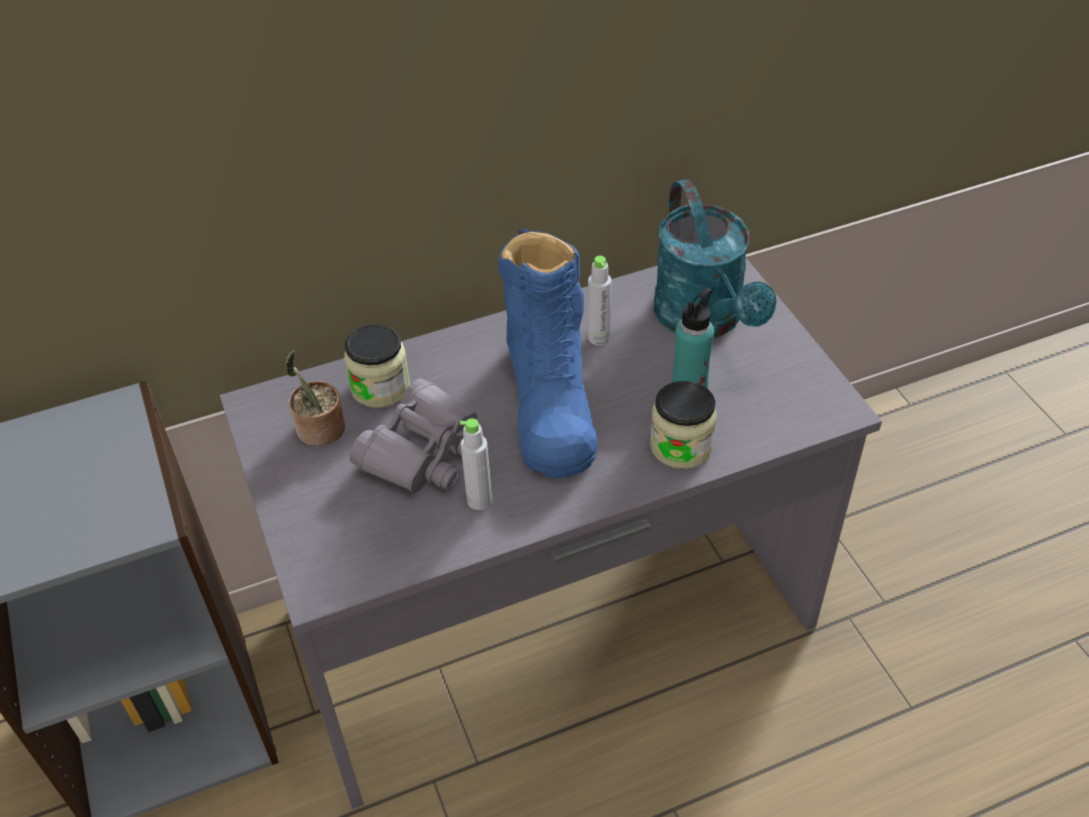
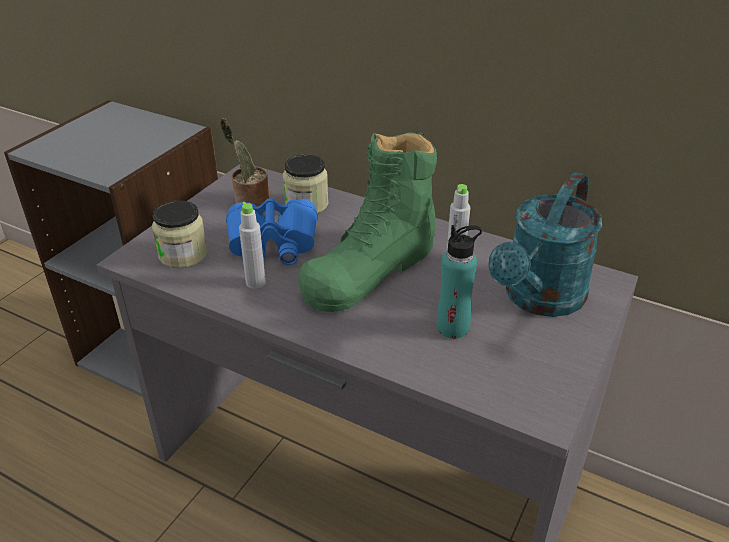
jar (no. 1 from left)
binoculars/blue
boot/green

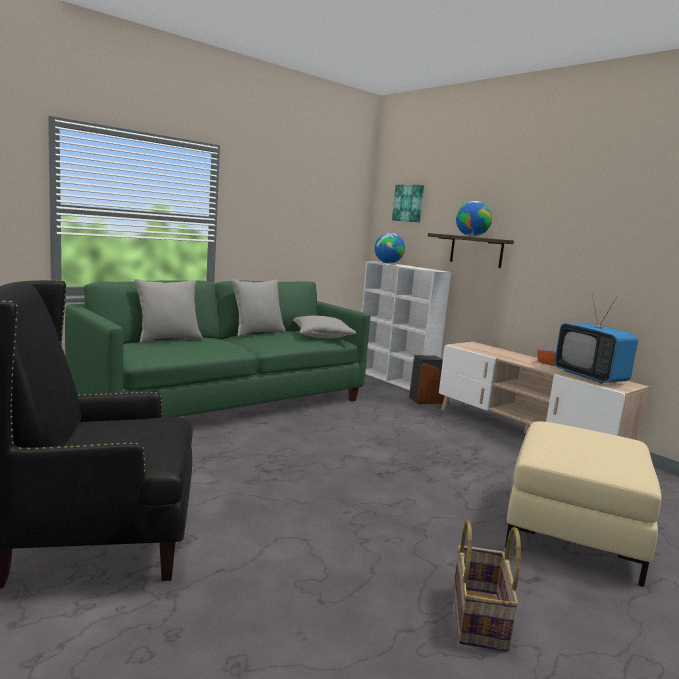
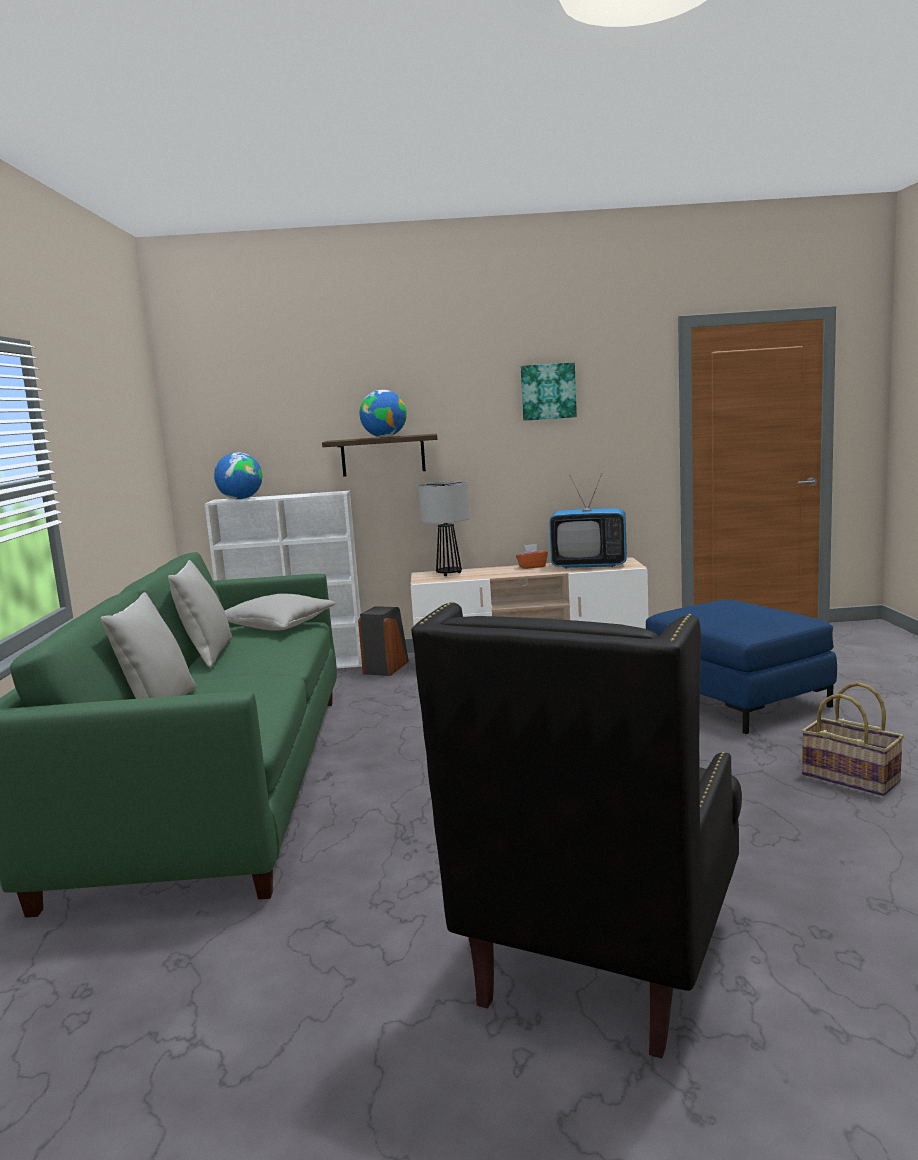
table lamp
picture
ottoman/blue

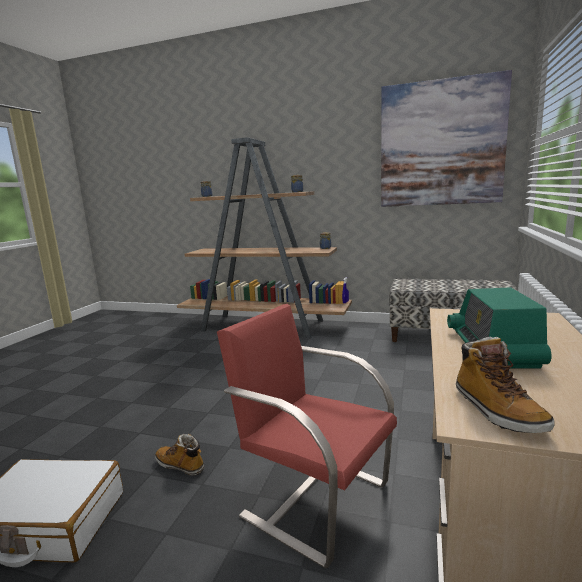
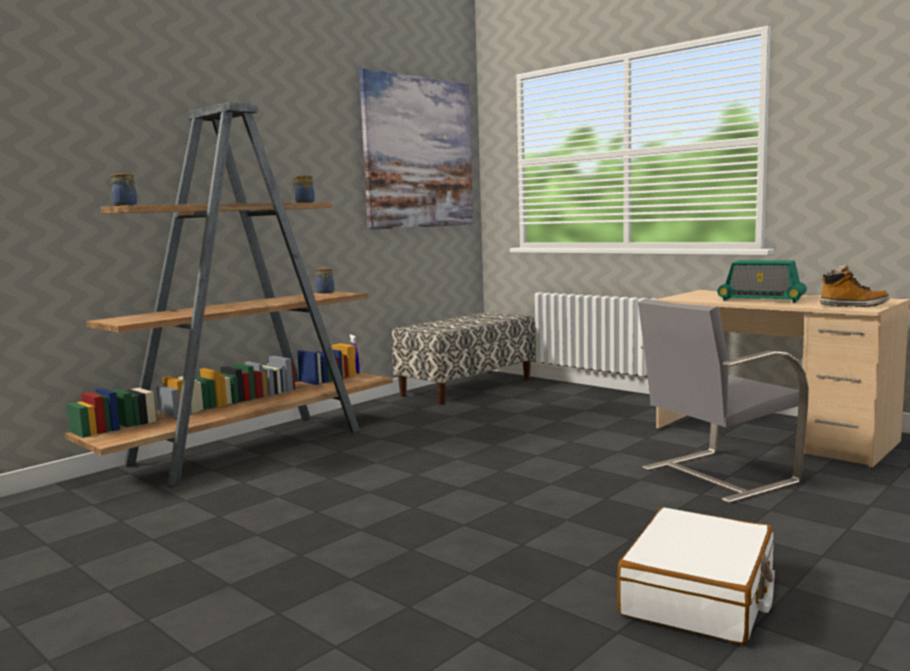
boot (no. 1 from left in the first image)
chair/grey

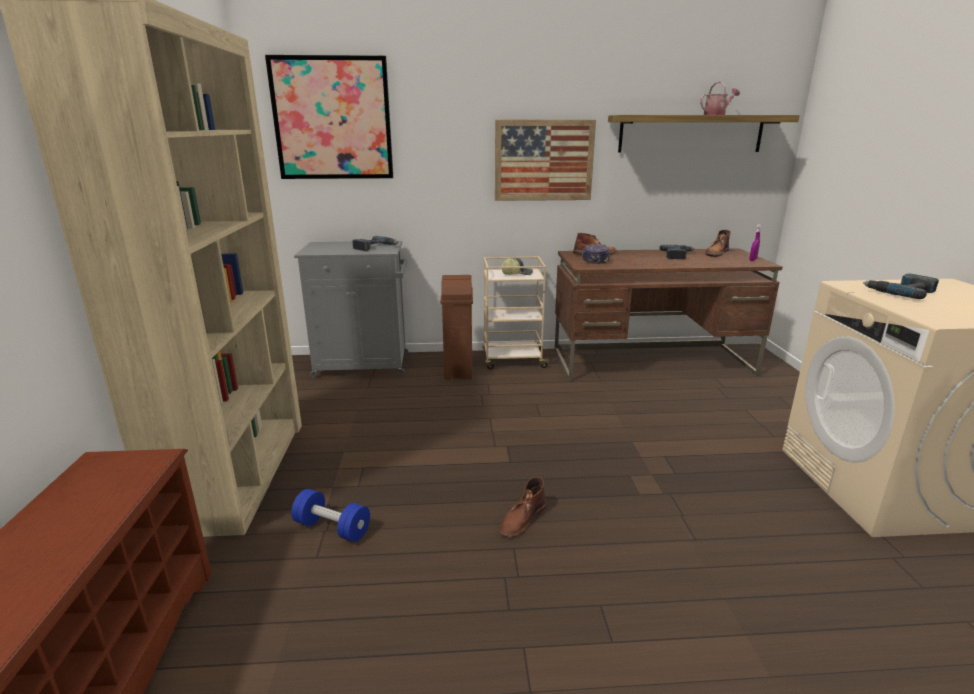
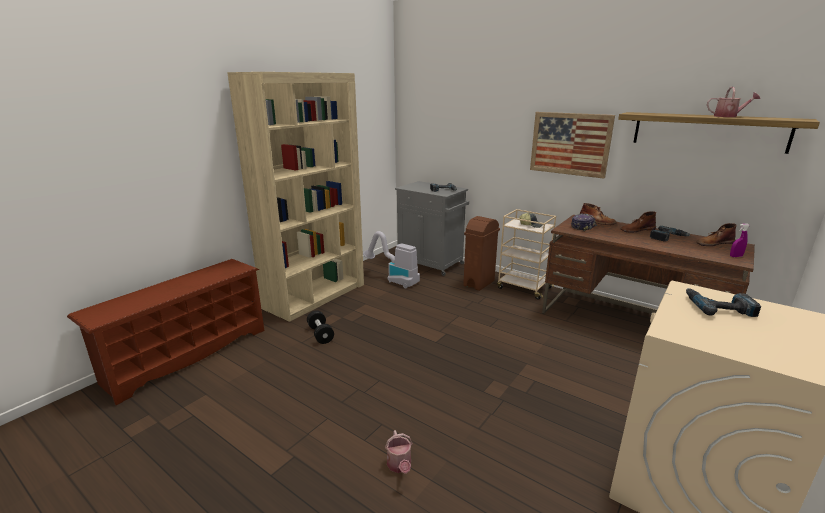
picture (no. 1 from left in the first image)
vacuum cleaner
watering can (no. 1 from left)
boot/brown (no. 2 from left)
dumbbell/black

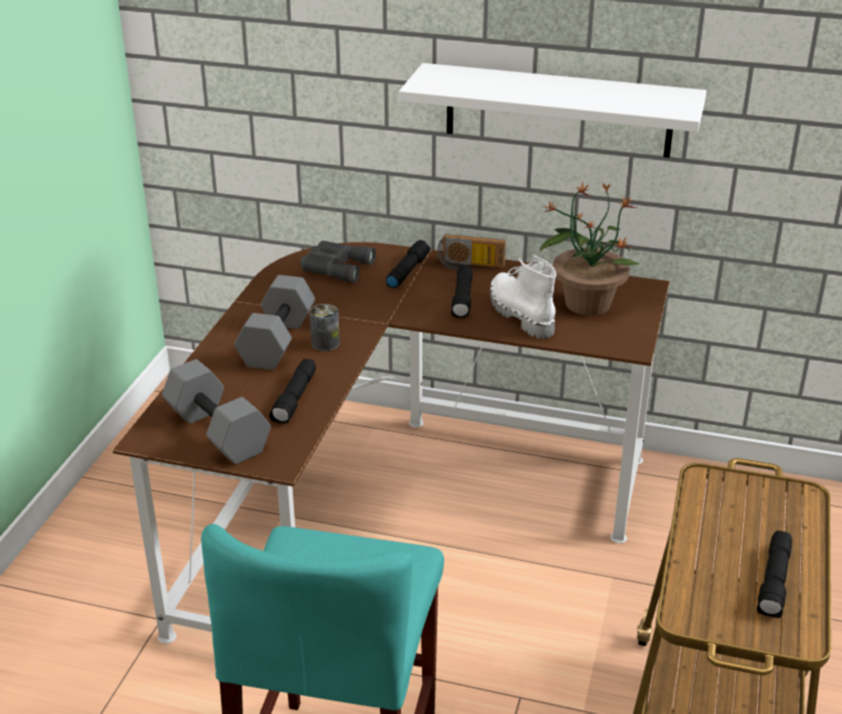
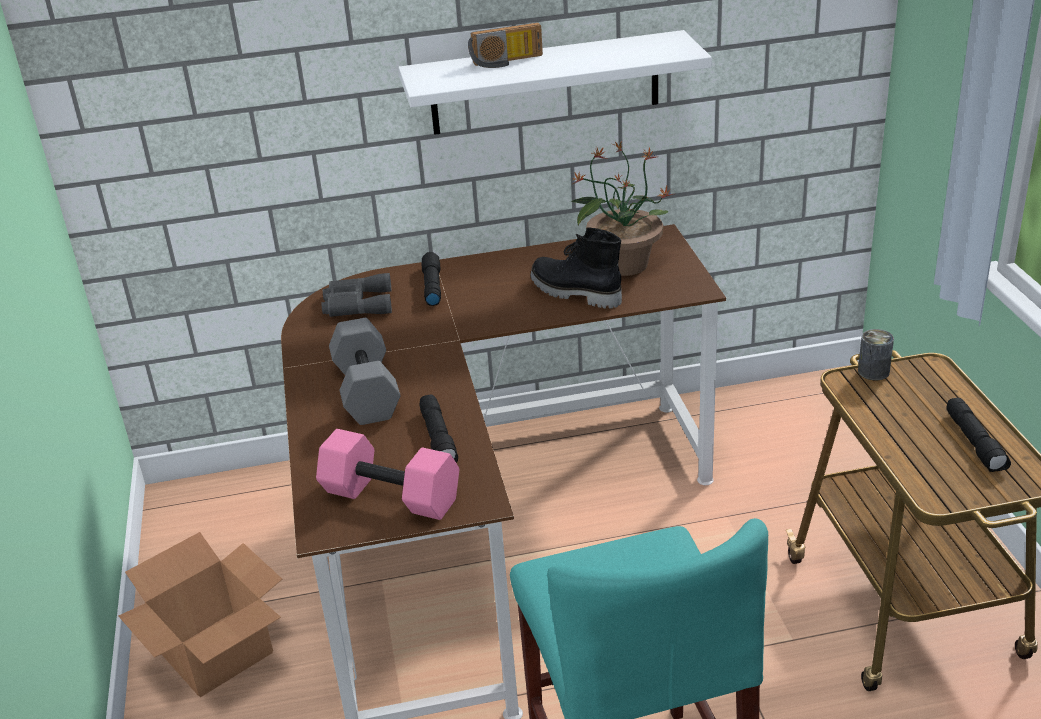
flashlight/black (no. 3 from left in the first image)
cardboard box
can
radio
dumbbell/pink
boot/black

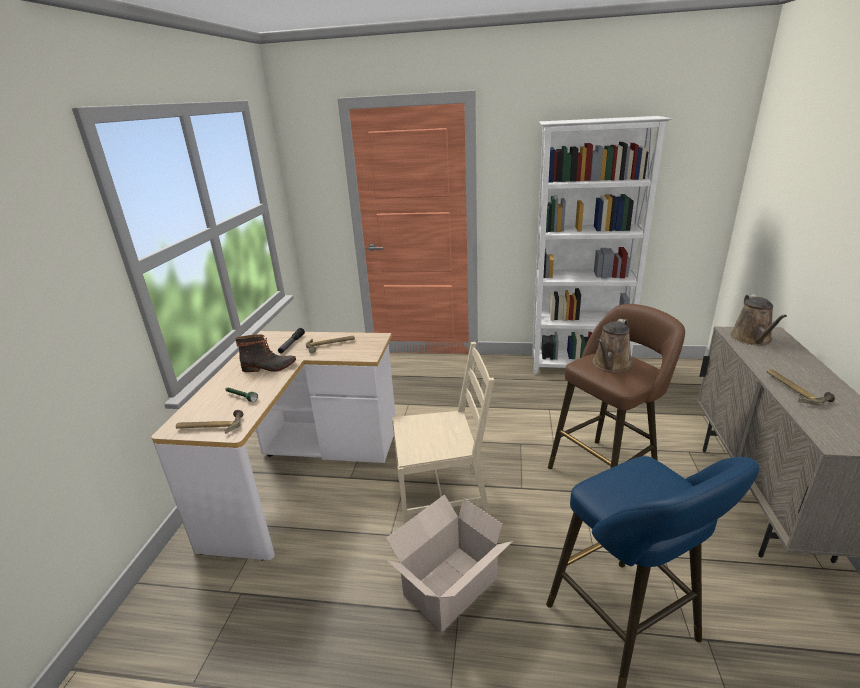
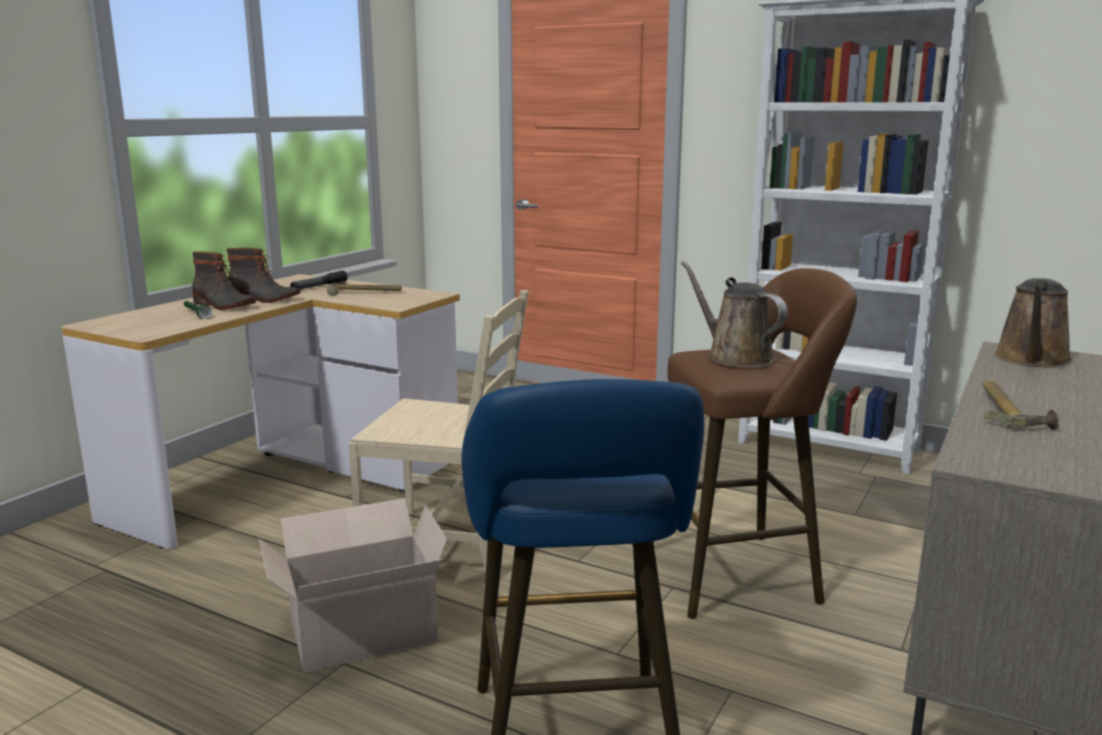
hammer (no. 1 from left in the first image)
boot (no. 1 from left)
watering can/brown (no. 1 from left)

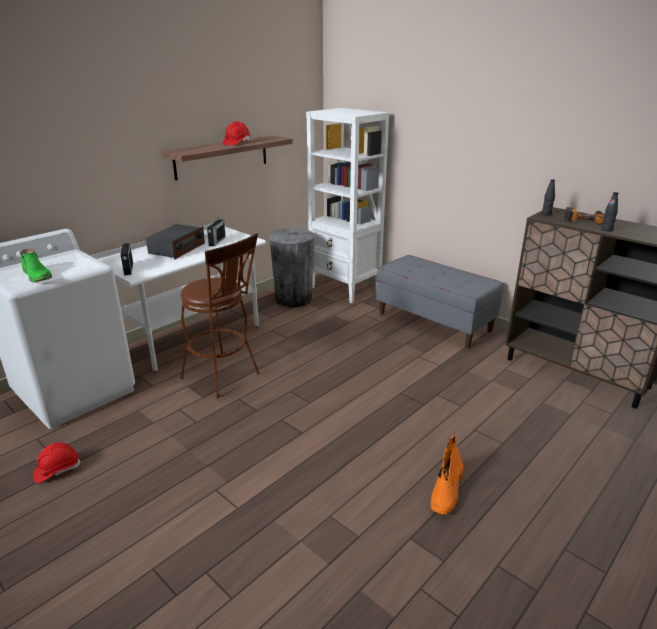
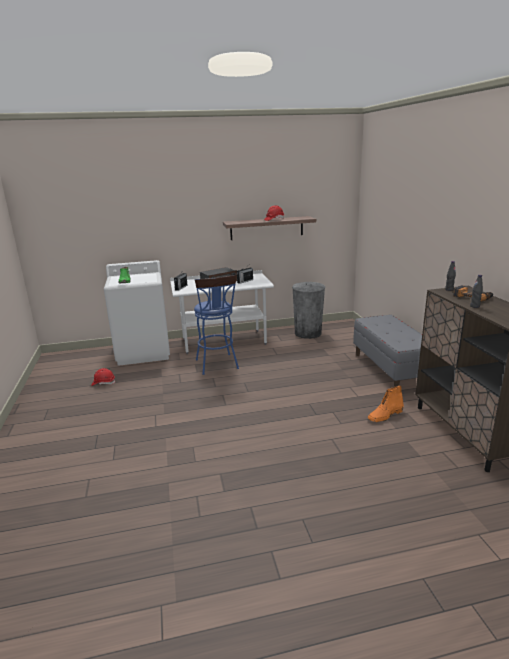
bookcase/white
boot/orange
stool/blue

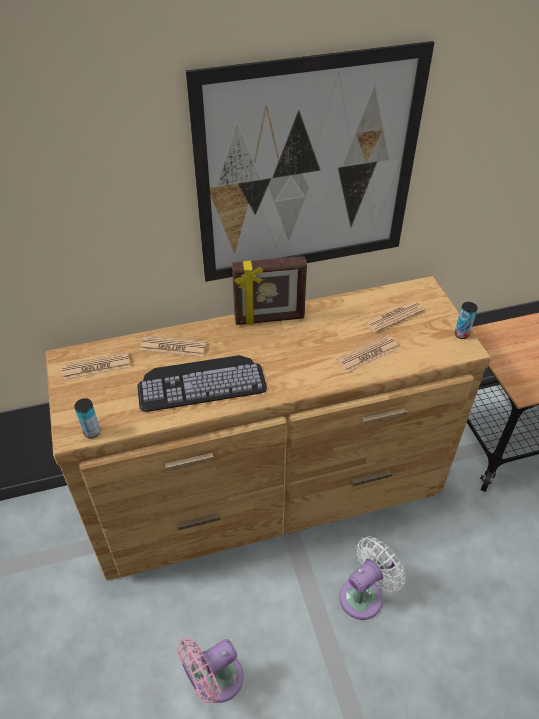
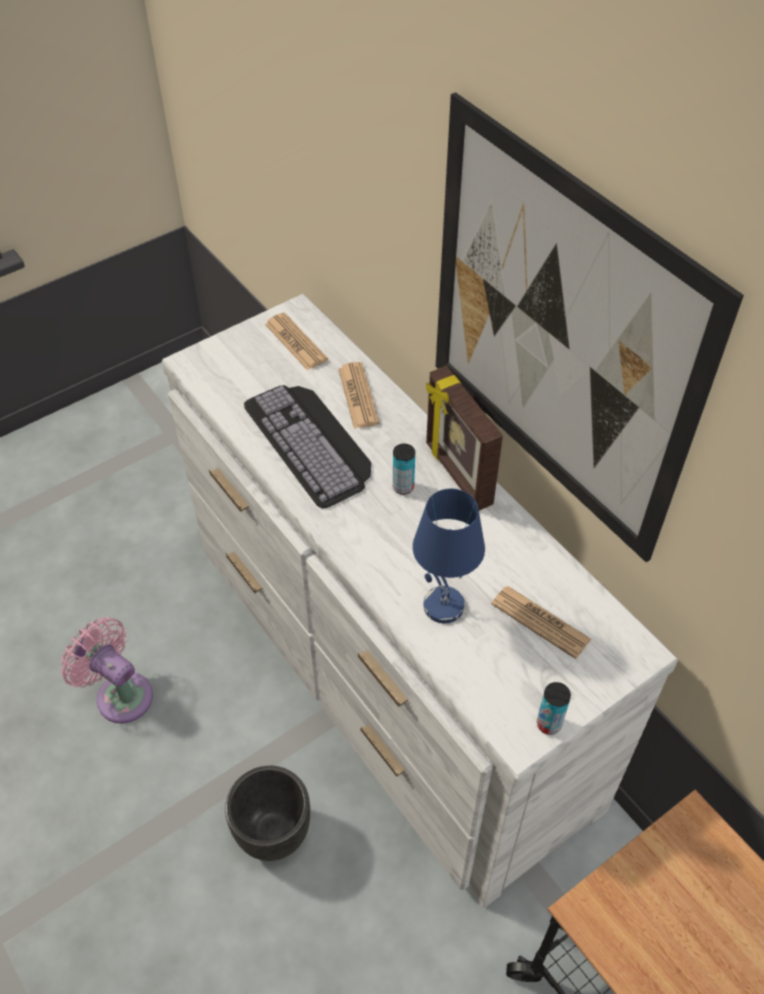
can (no. 1 from left)
table lamp/blue
planter/black
dresser/white

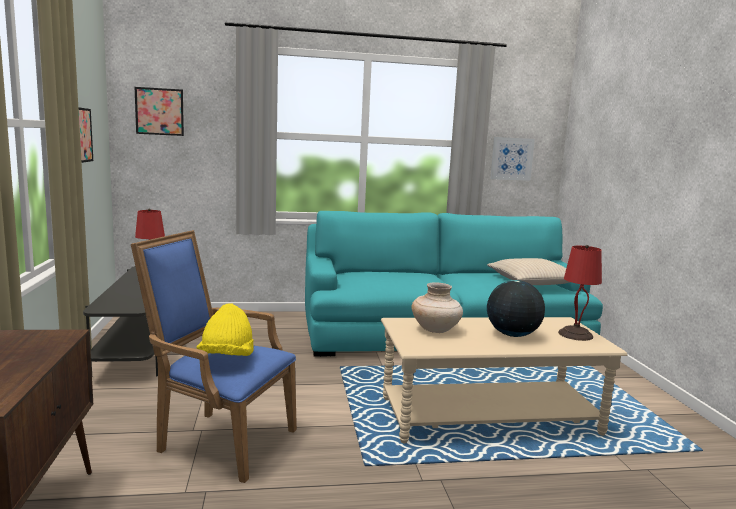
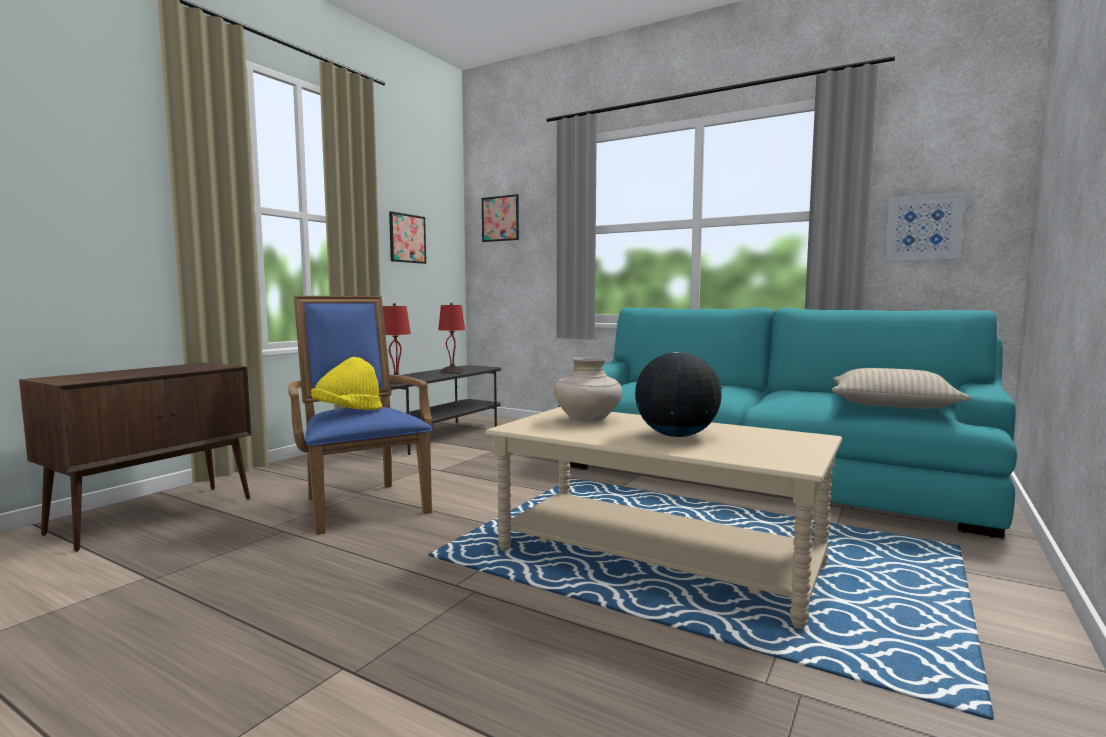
table lamp/red (no. 1 from left)

